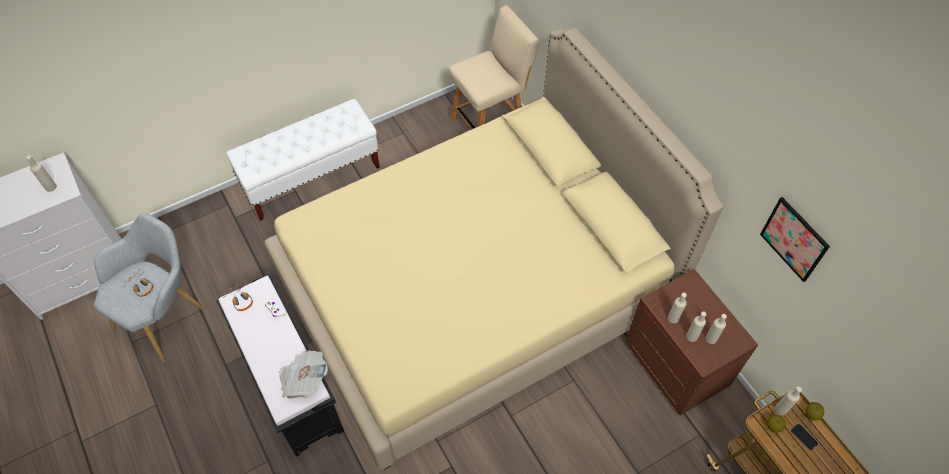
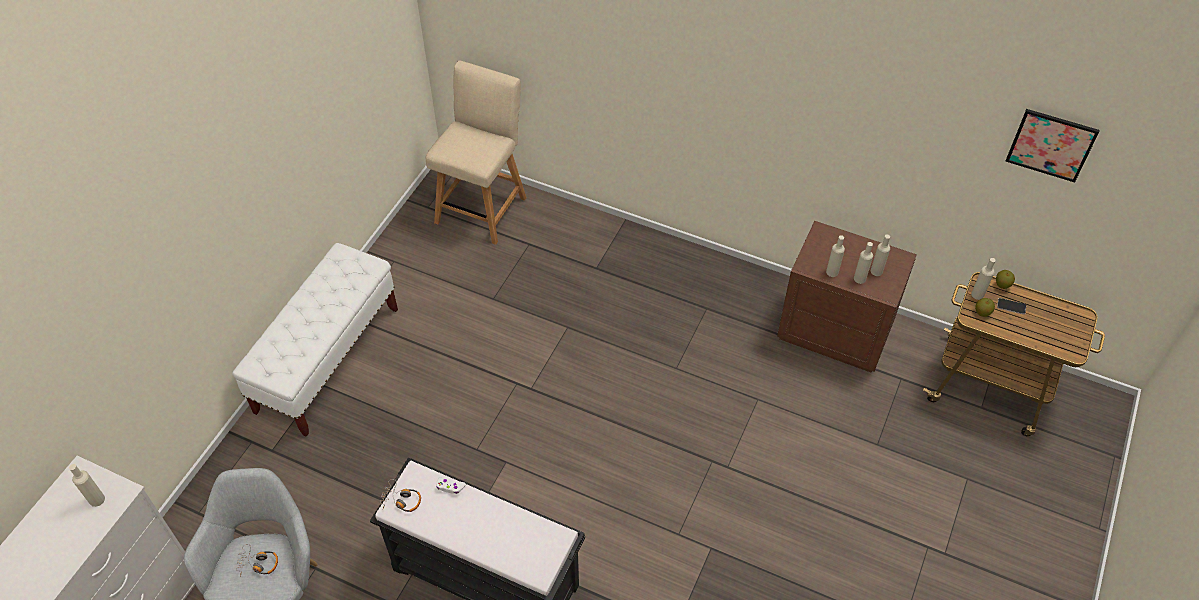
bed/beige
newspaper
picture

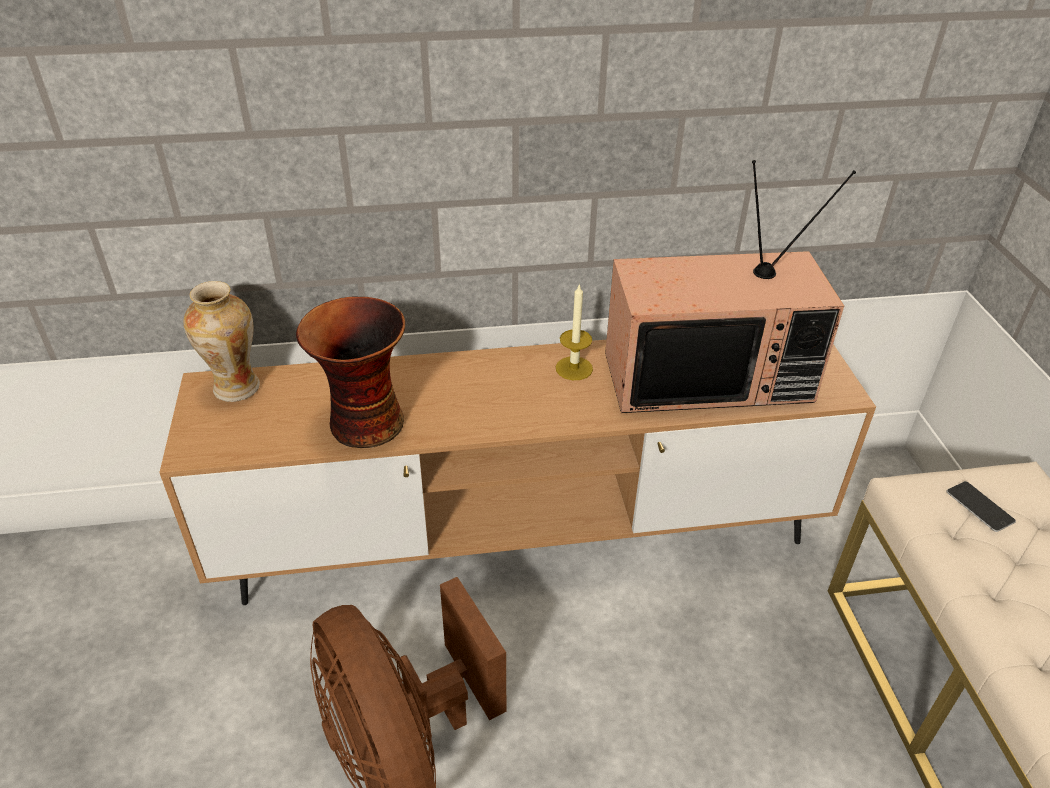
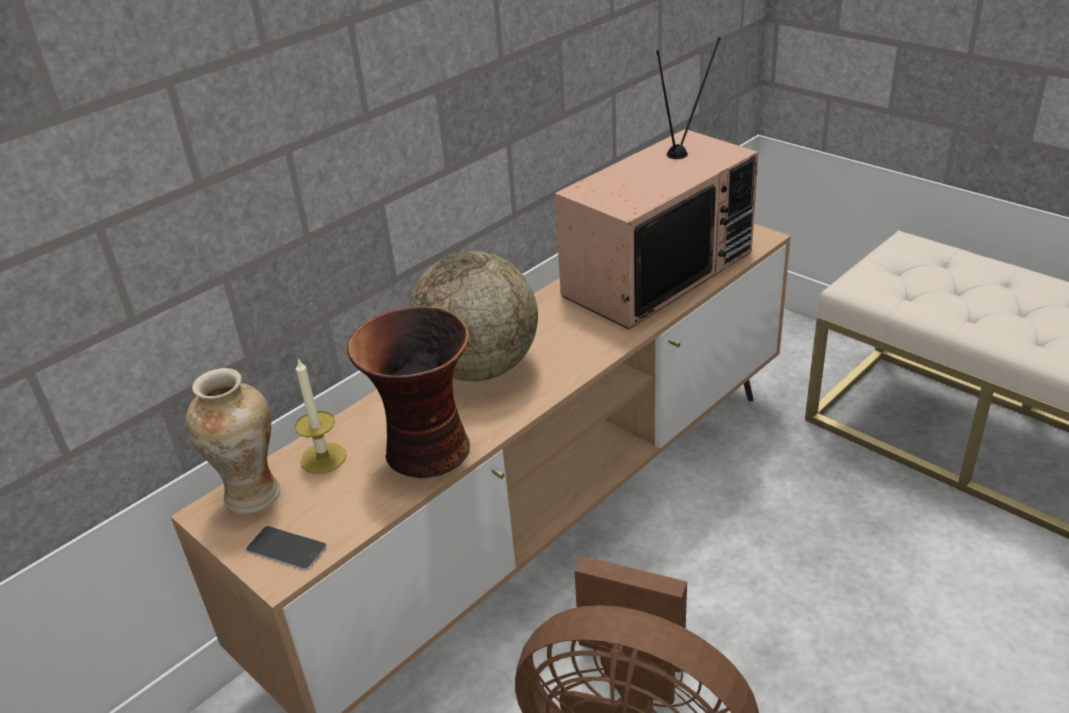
globe
candle
phone

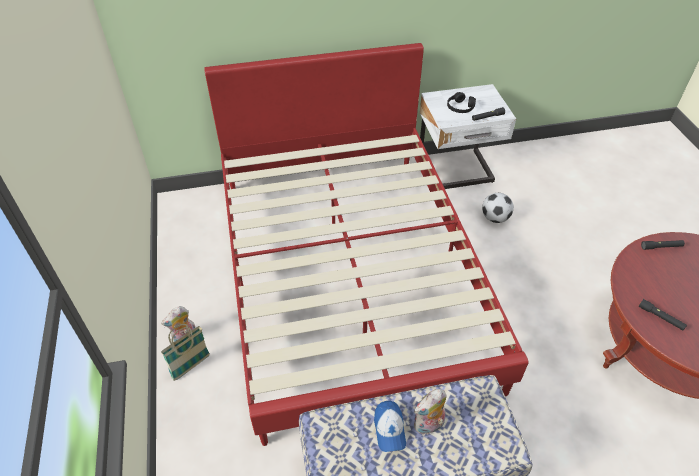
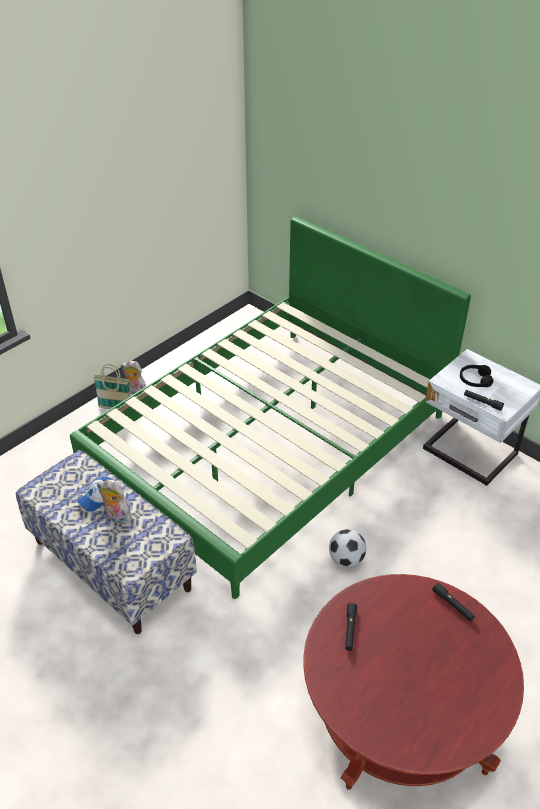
football
bed/green

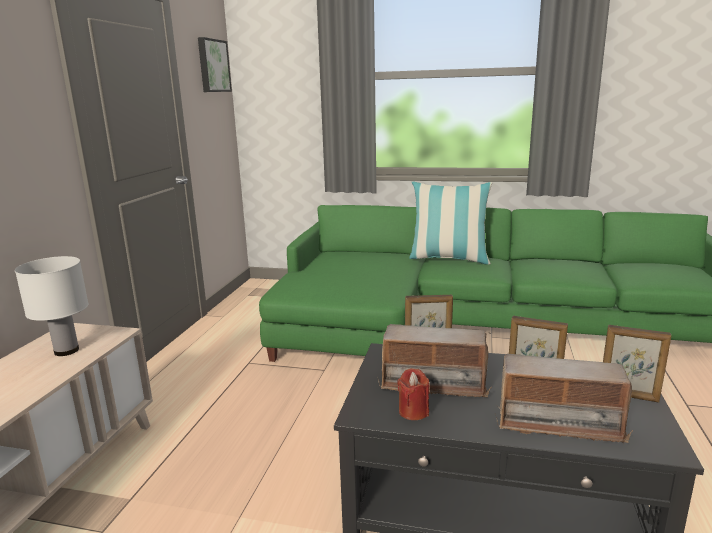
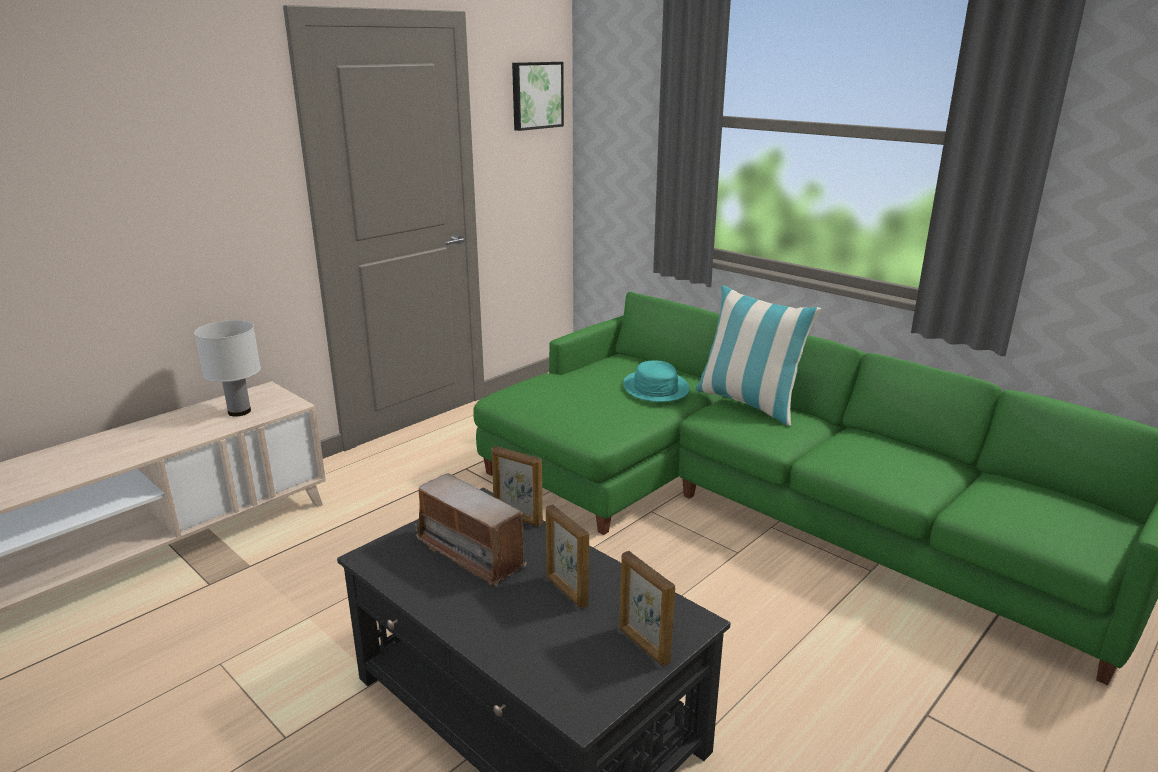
candle/red
radio (no. 2 from left in the first image)
hat/turquoise

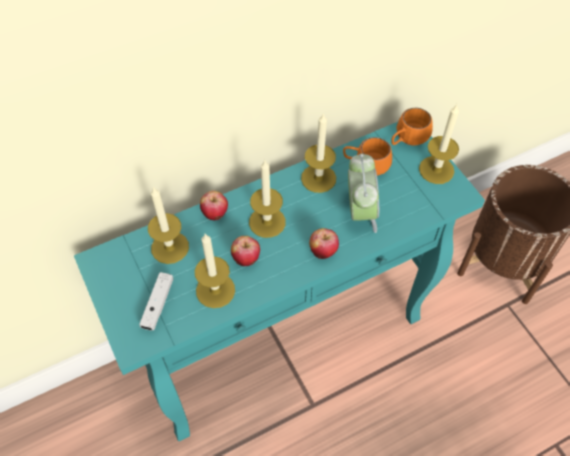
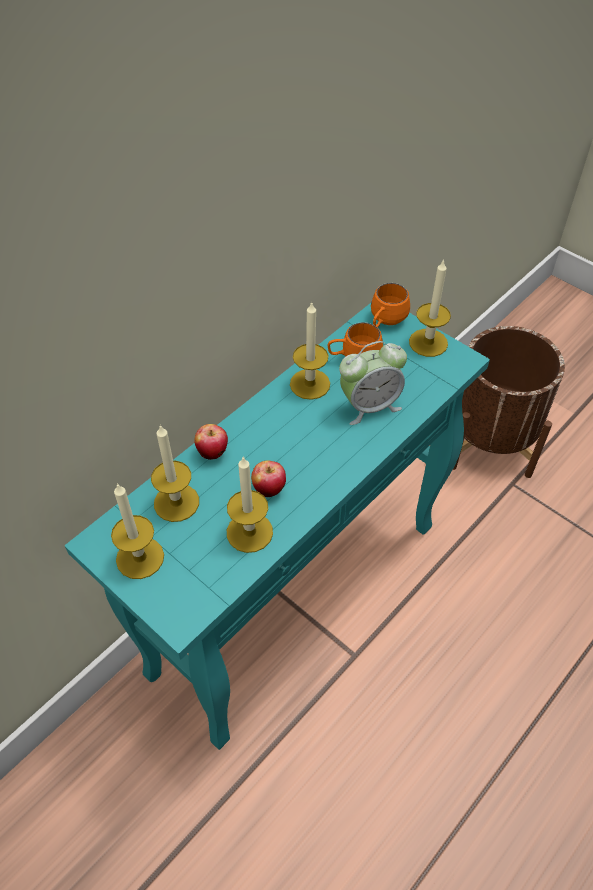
game controller/white
apple (no. 3 from left in the first image)
candle (no. 1 from left)
alarm clock

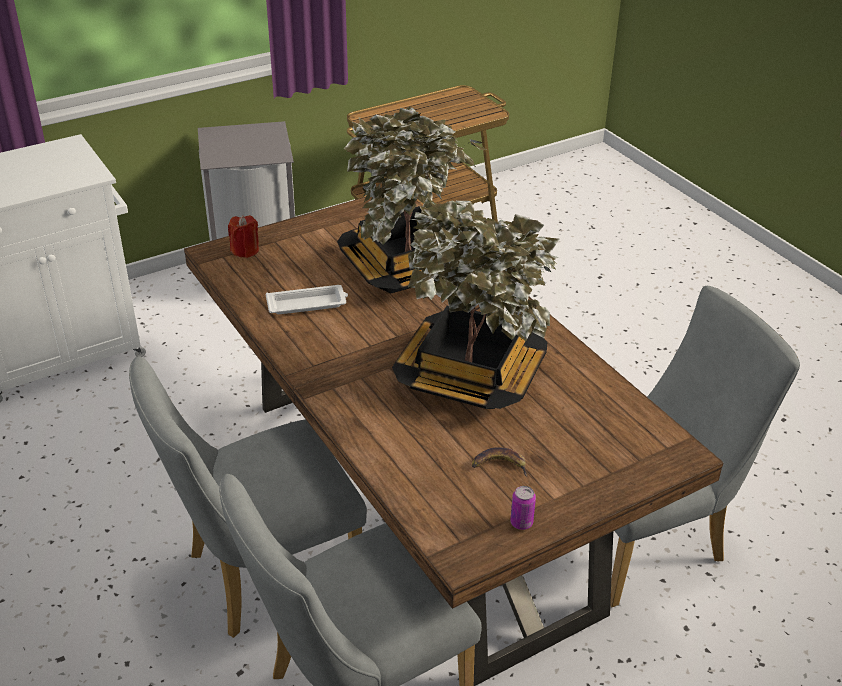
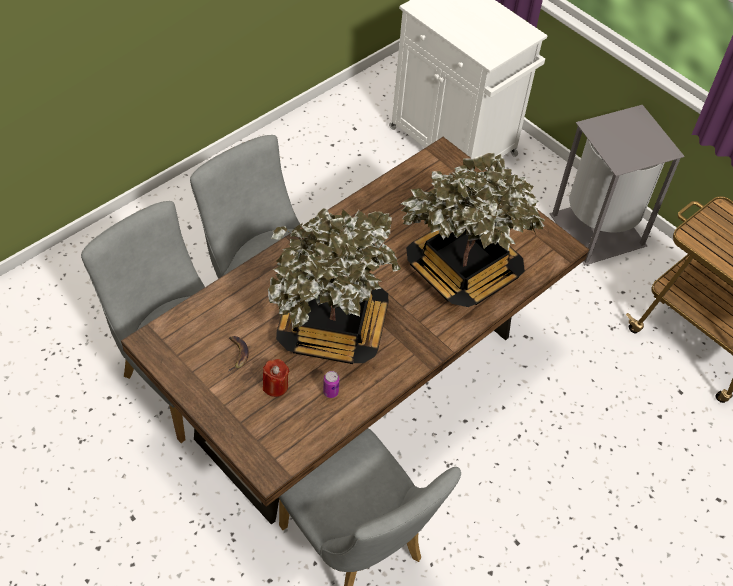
tray/white
candle/red
can

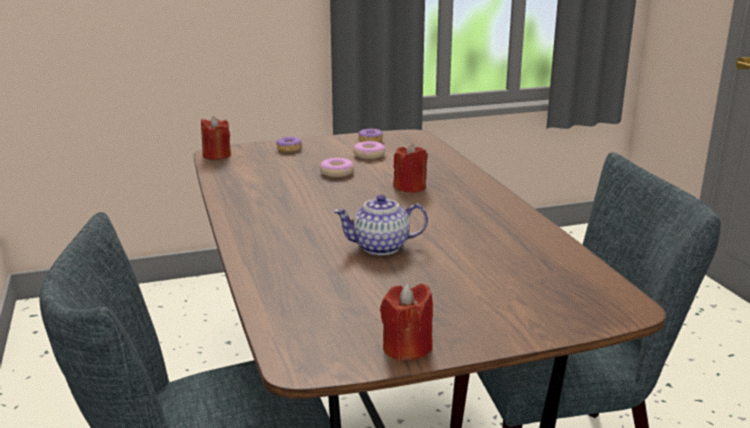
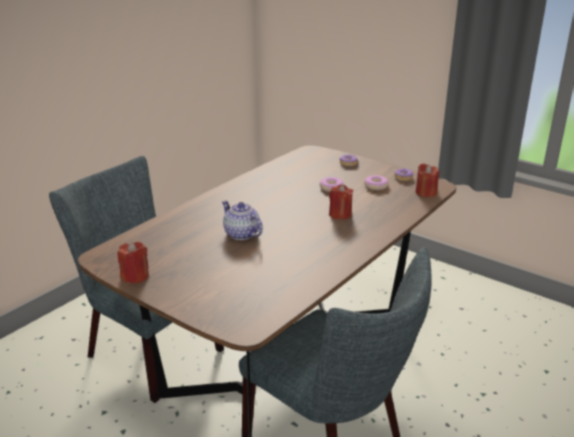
candle/red (no. 3 from left)

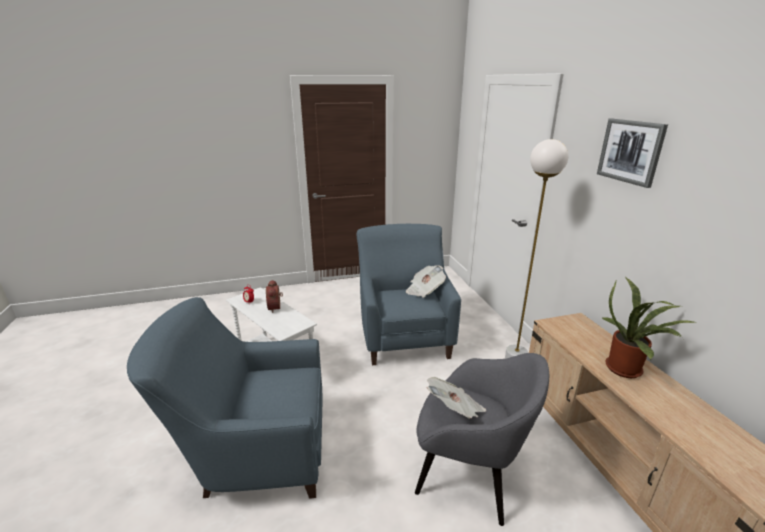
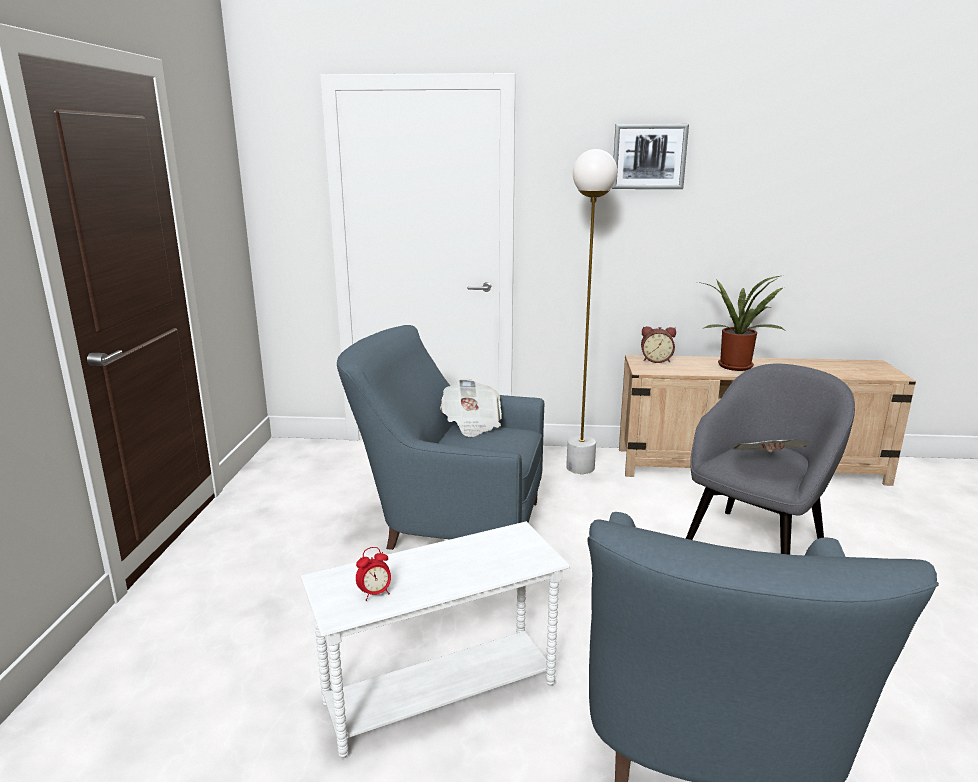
alarm clock (no. 2 from left)

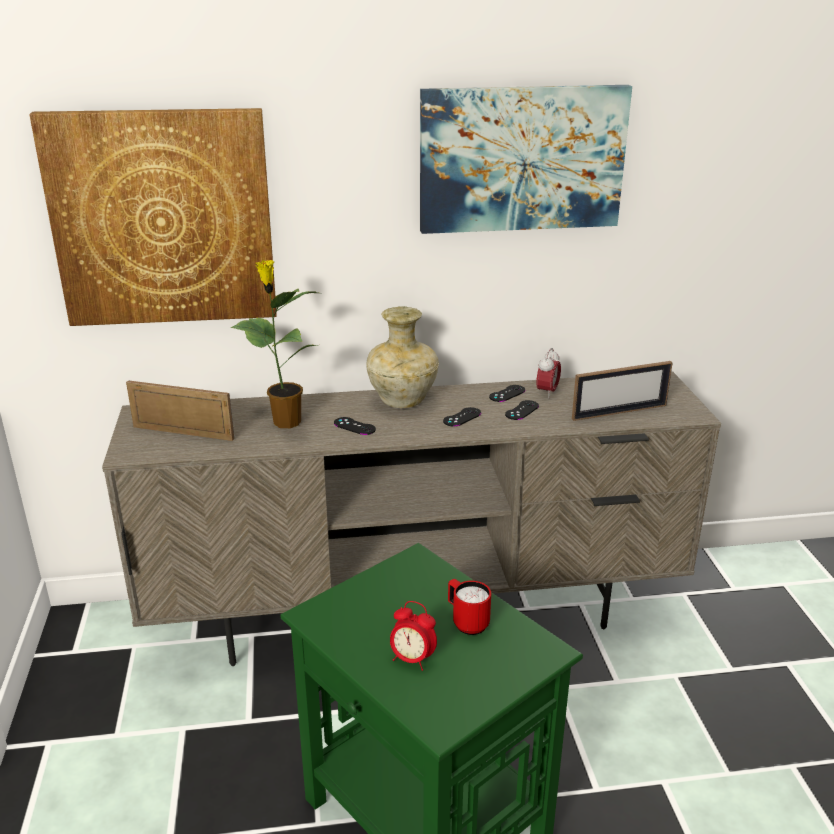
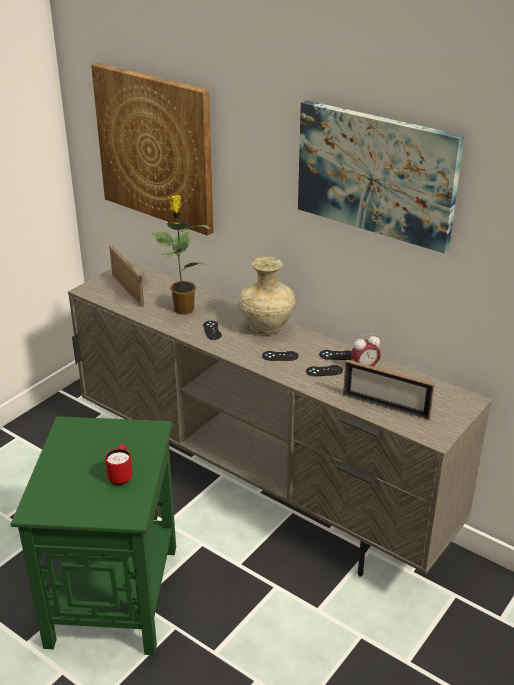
alarm clock (no. 1 from left in the first image)

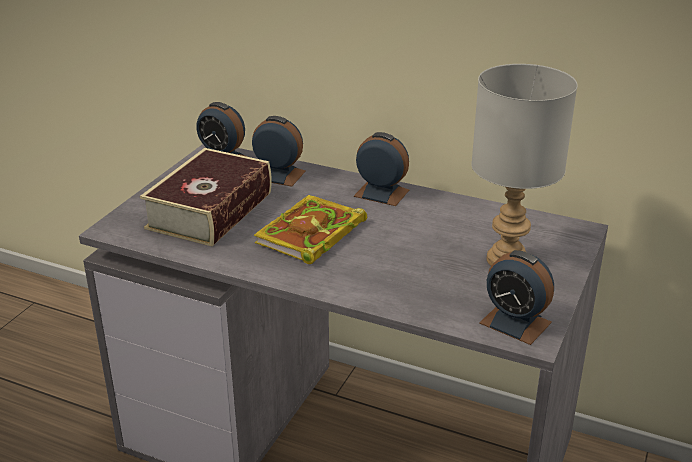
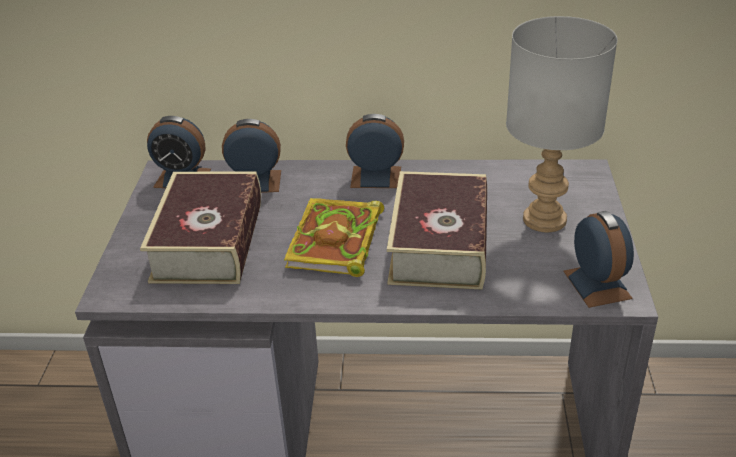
book (no. 3 from left)
alarm clock (no. 4 from left)

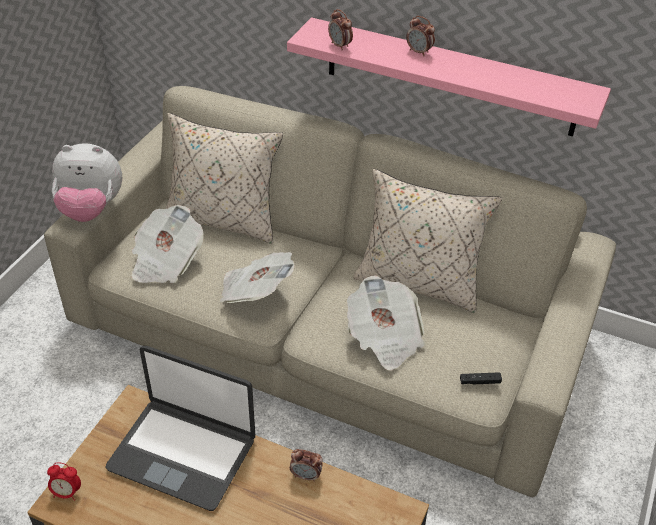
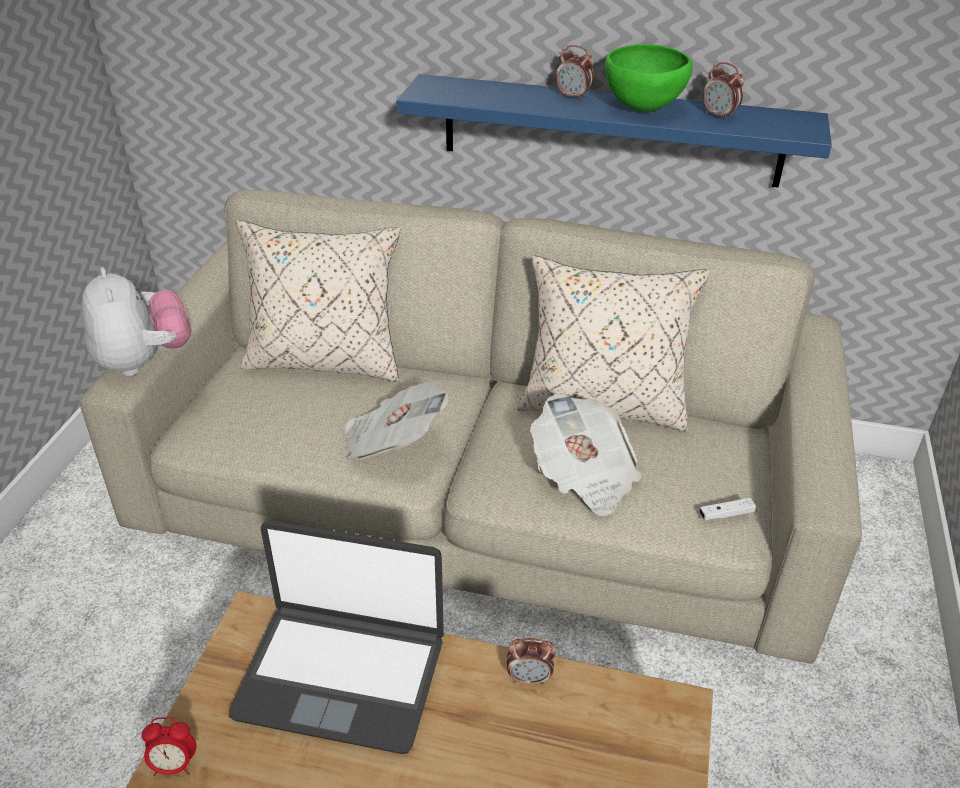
newspaper (no. 1 from left in the first image)
bowl/green
alarm clock (no. 4 from left)
shelf/blue
game controller/white
plush toy

